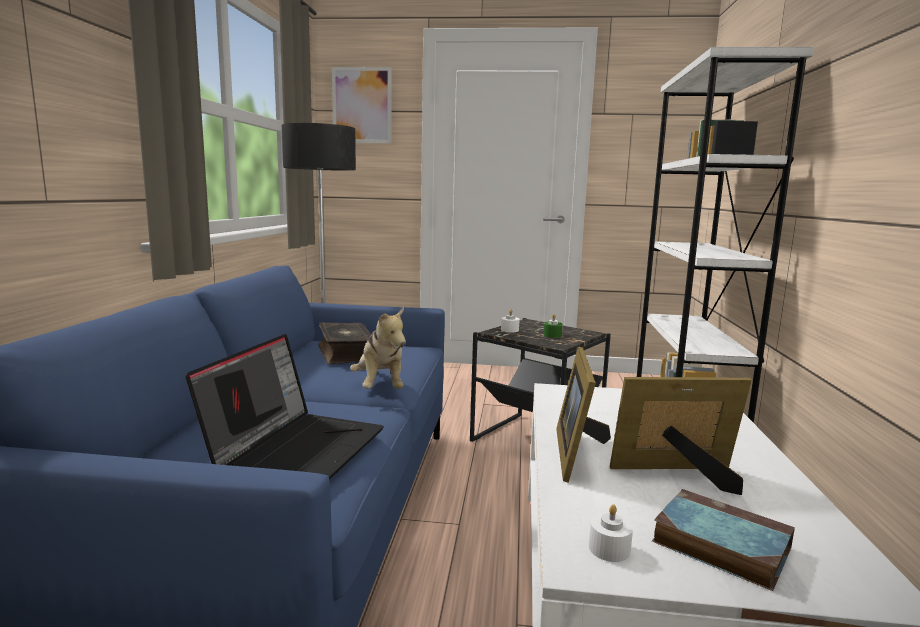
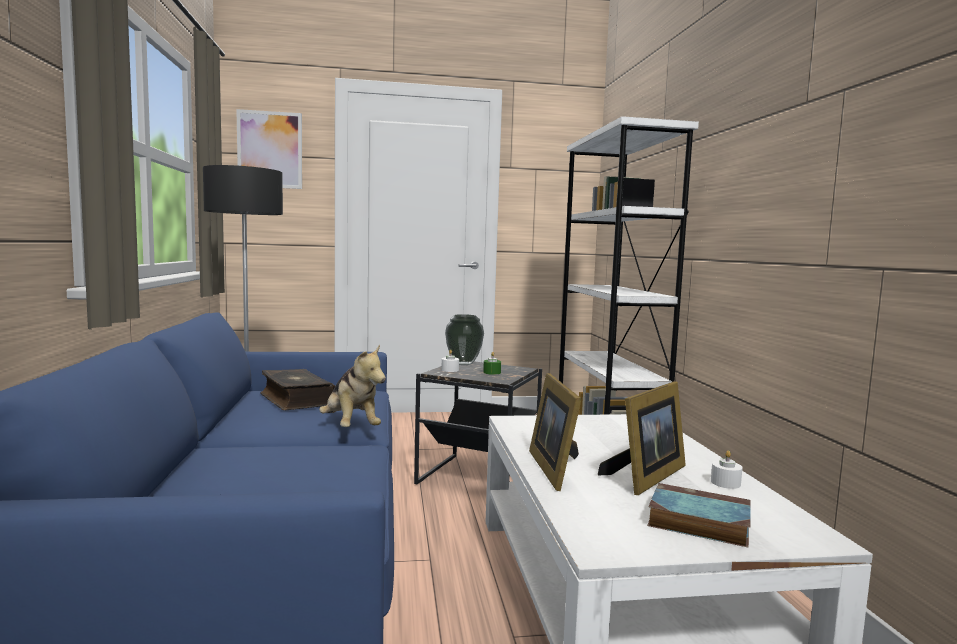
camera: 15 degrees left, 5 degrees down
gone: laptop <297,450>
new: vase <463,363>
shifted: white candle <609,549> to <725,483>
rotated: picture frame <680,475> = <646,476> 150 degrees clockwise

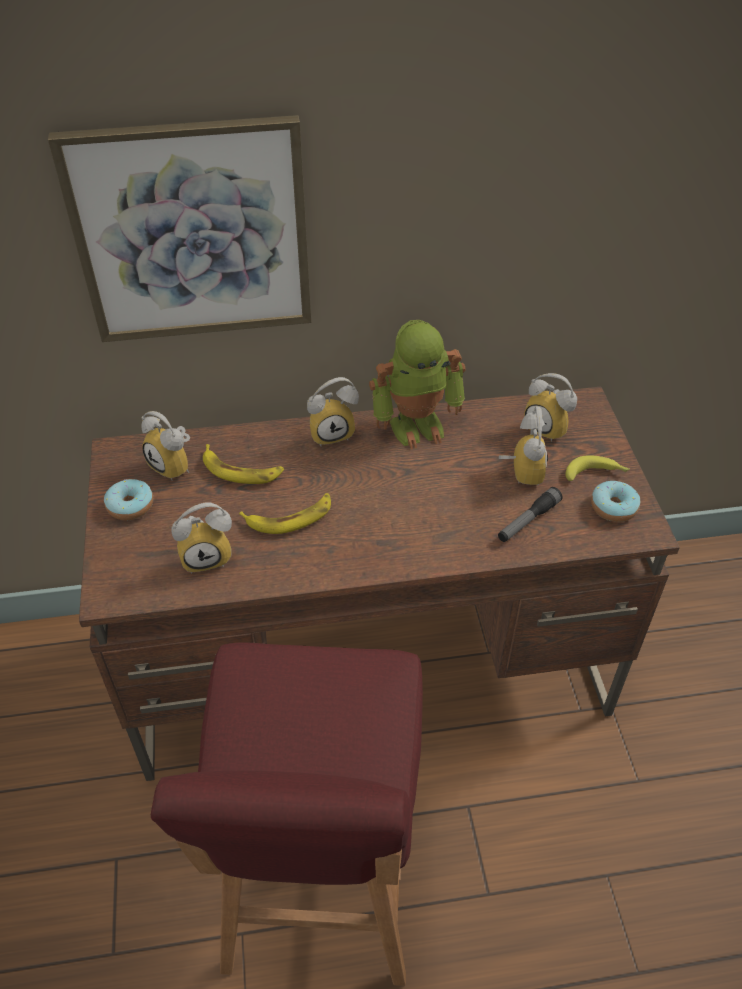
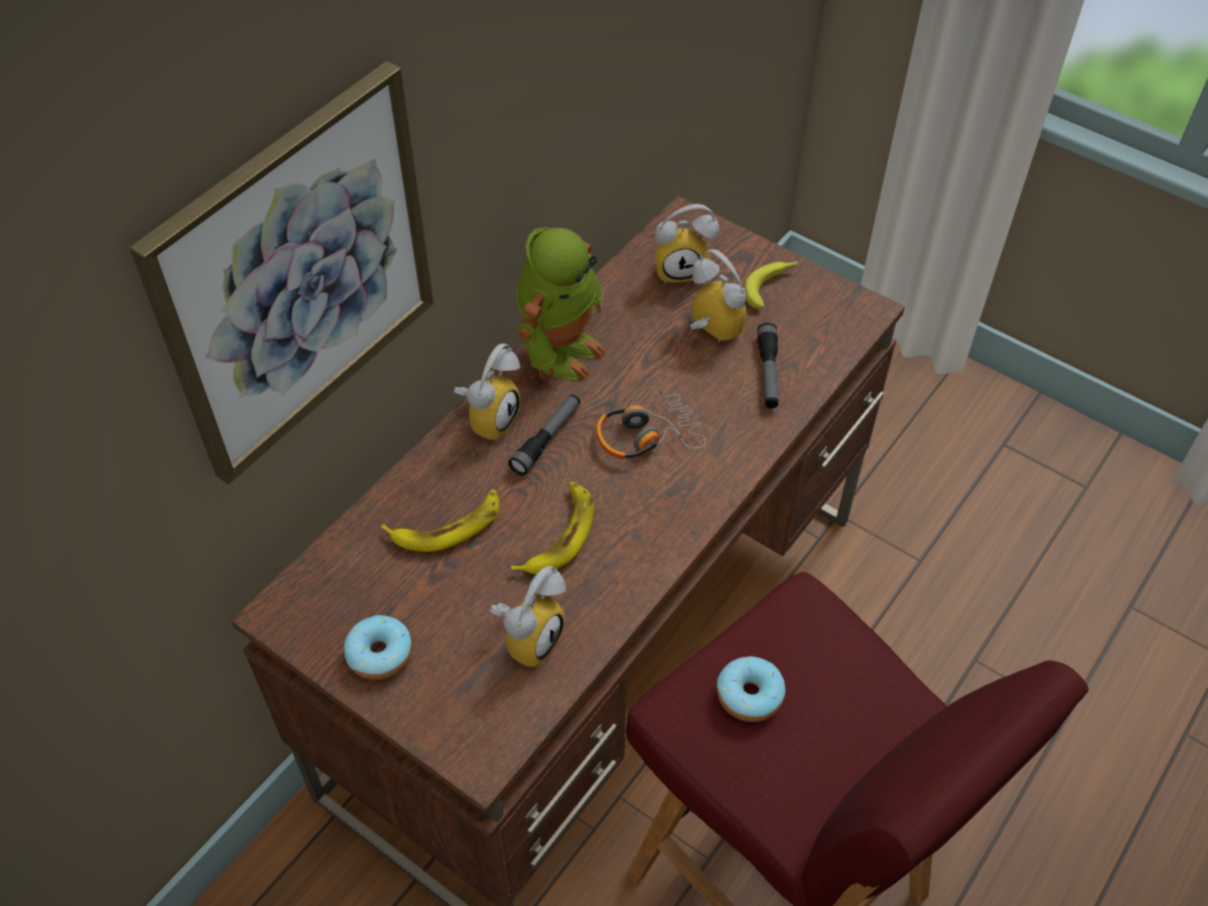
camera: 45 degrees left, 5 degrees up
gone: alarm clock <175,465>
new: flashlight <547,439>; headphones <647,435>
shifted: donut <613,507> to <749,695>

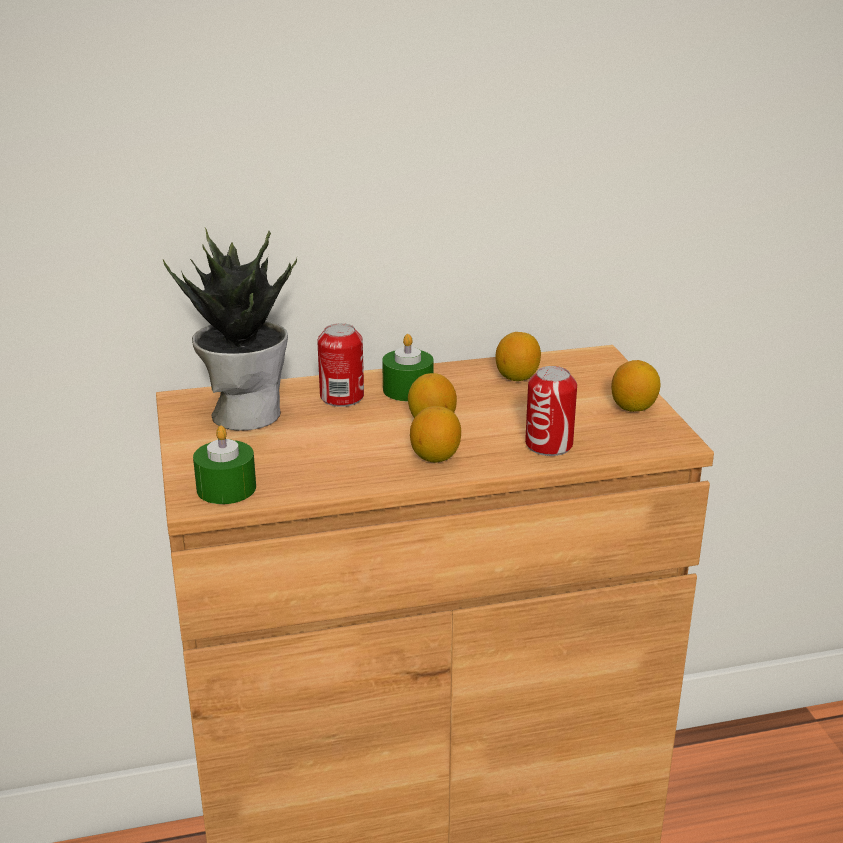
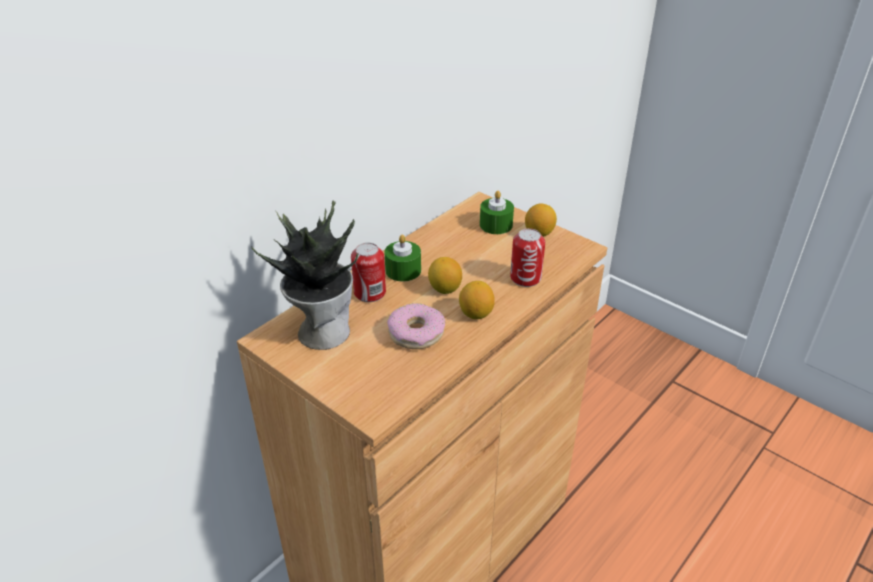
camera: 35 degrees left, 10 degrees up
gone: lemon <517,377>
new: donut <416,333>
shifted: green candle <226,488> to <496,225>

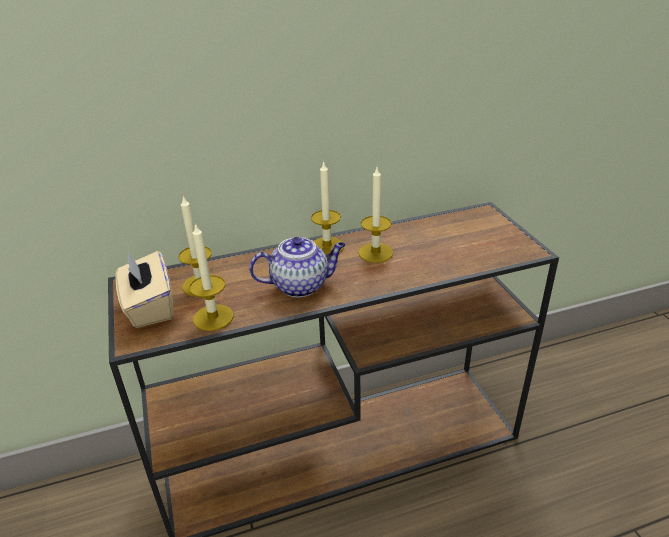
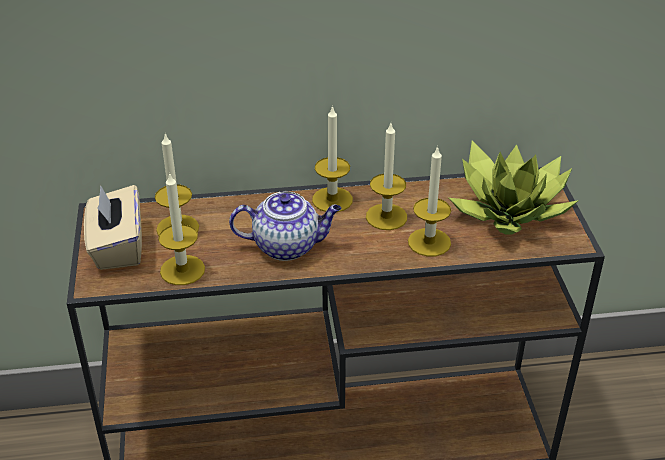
camera: 10 degrees right, 5 degrees up
new: candle <429,242>; potted plant <509,209>

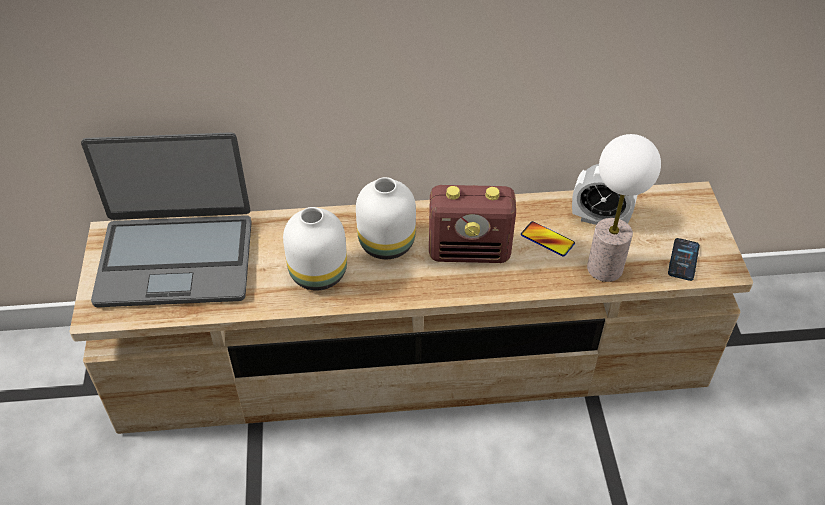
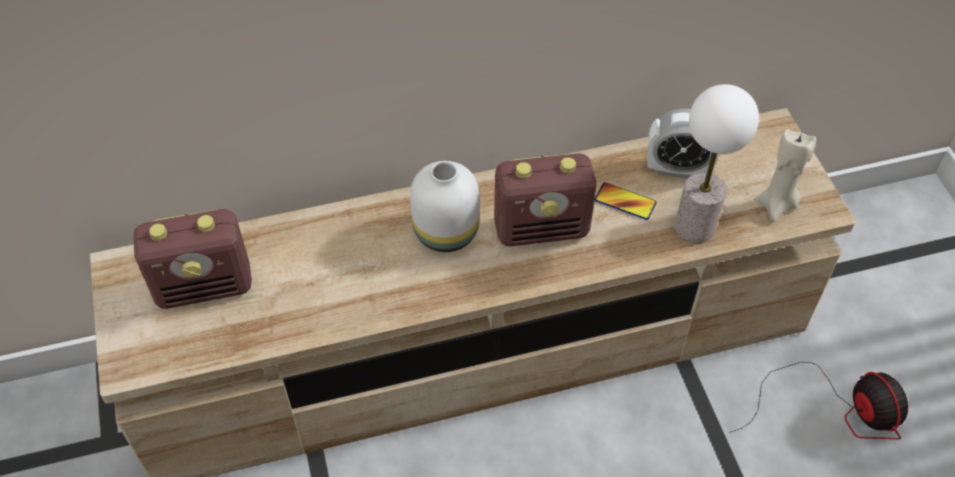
camera: 10 degrees left, 5 degrees up
gone: white vase <317,275>
new: fan <836,410>
swapped: laptop <176,259> to radio <205,286>; phone <683,260> to beige candle <777,205>

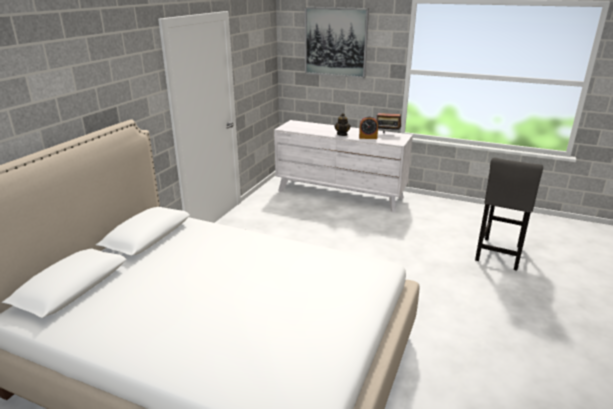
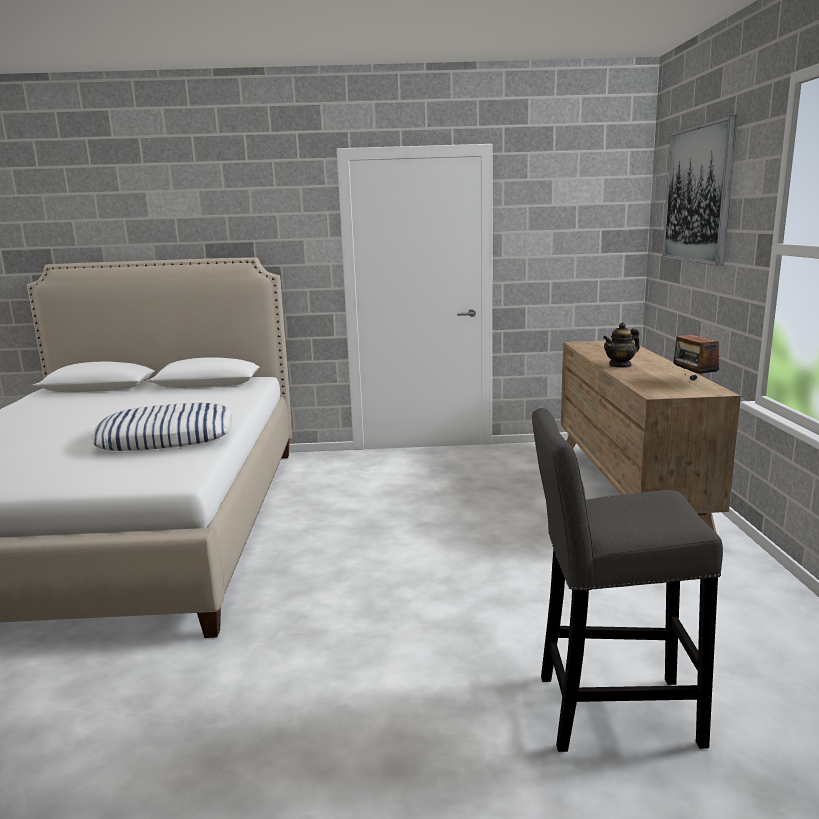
camera: 65 degrees right, 10 degrees down
gone: alarm clock <368,137>
new: pillow <167,437>
repainted: white dresser <340,194> to brown dresser <628,492>

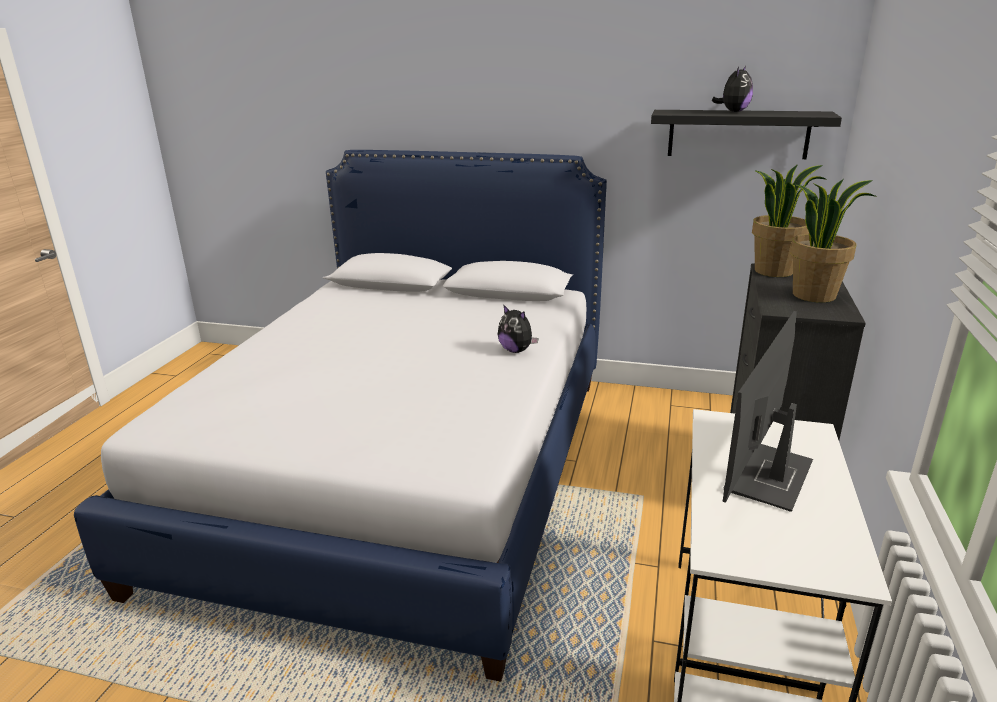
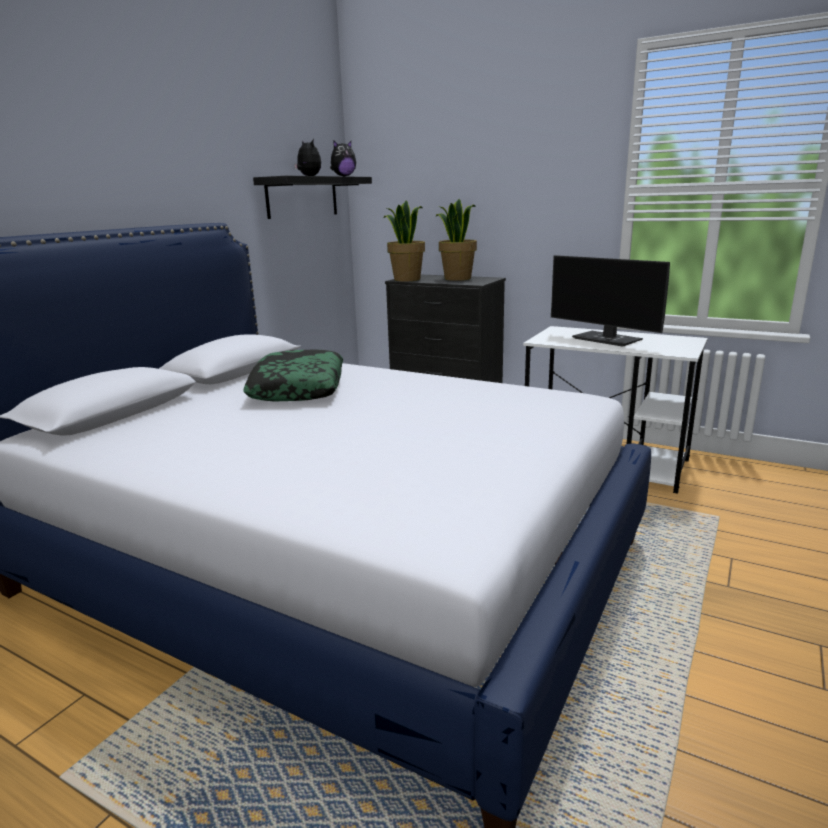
camera: 75 degrees left, 5 degrees down
new: pillow <298,388>
shifted: plush toy <516,350> to <343,176>

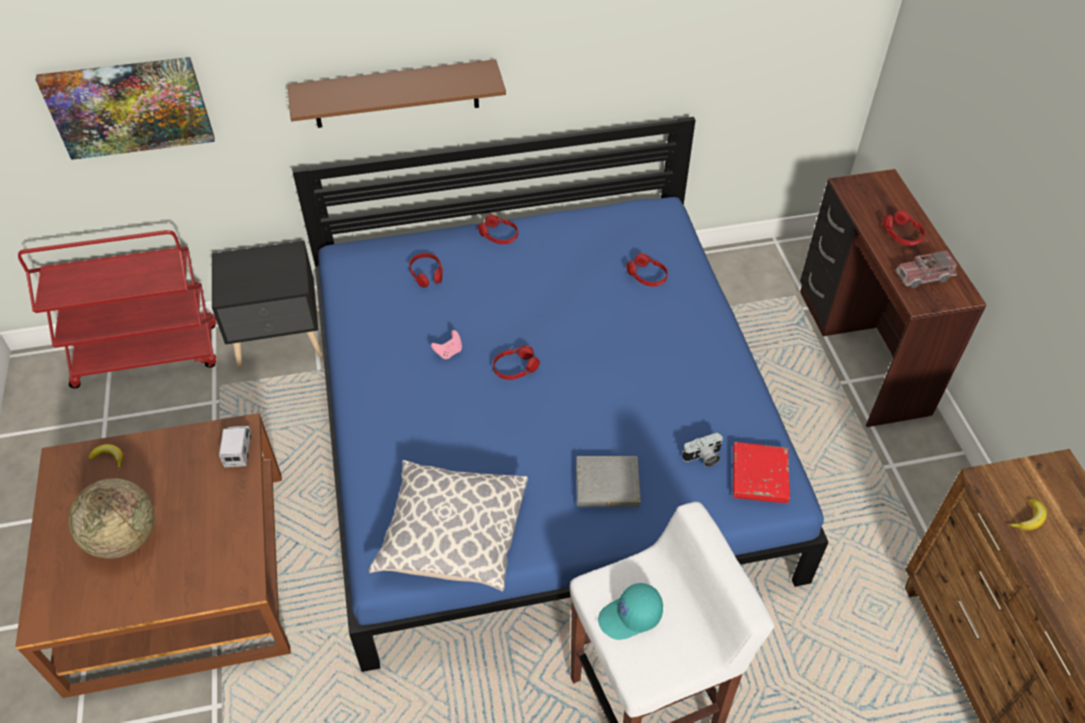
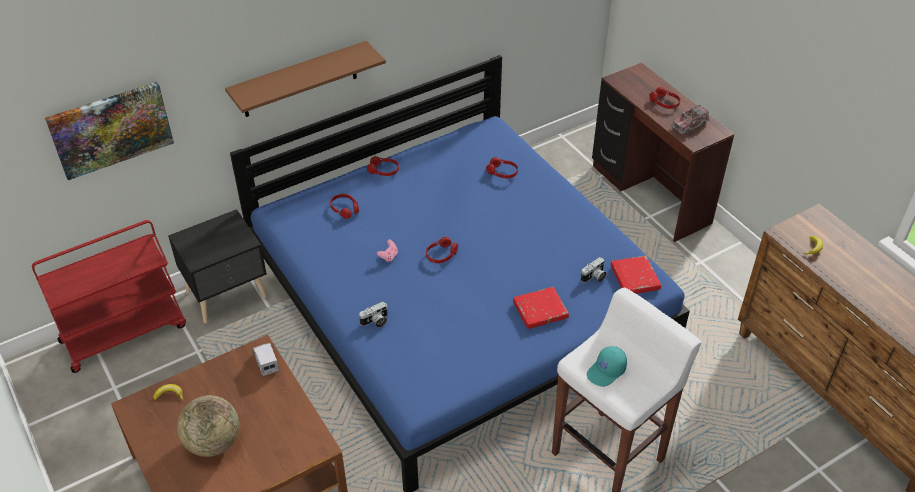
camera: 20 degrees left, 5 degrees down
gone: pillow <452,537>
new: photo camera <375,321>
repainted: grey book <607,484> to red book <540,310>

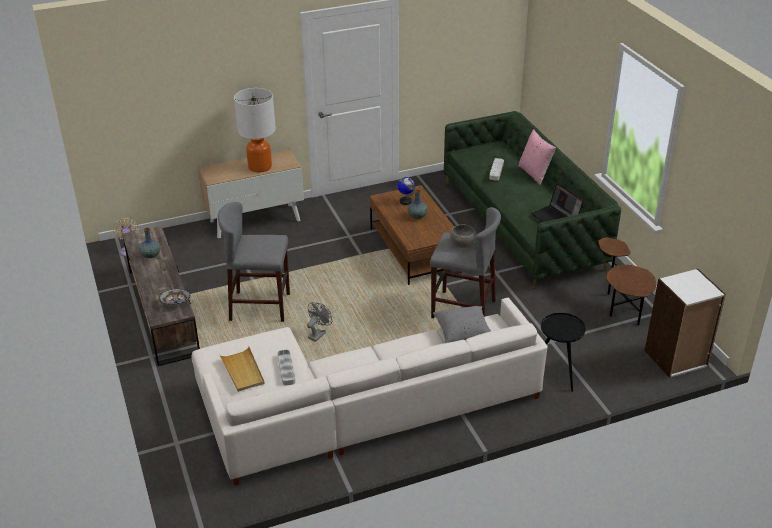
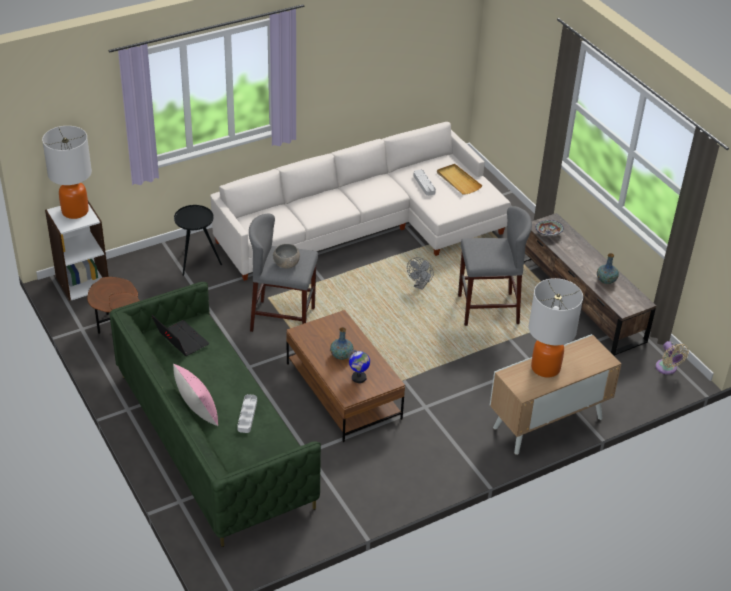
camera: 170 degrees right, 5 degrees up
gone: grey pillow <463,334>
new: table lamp <75,211>

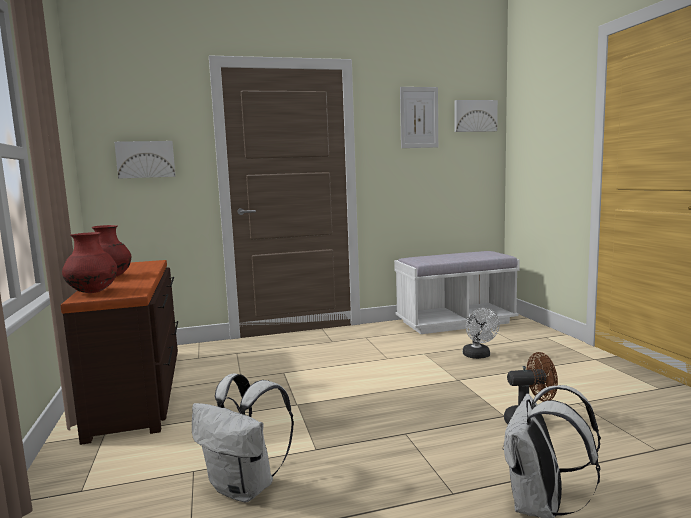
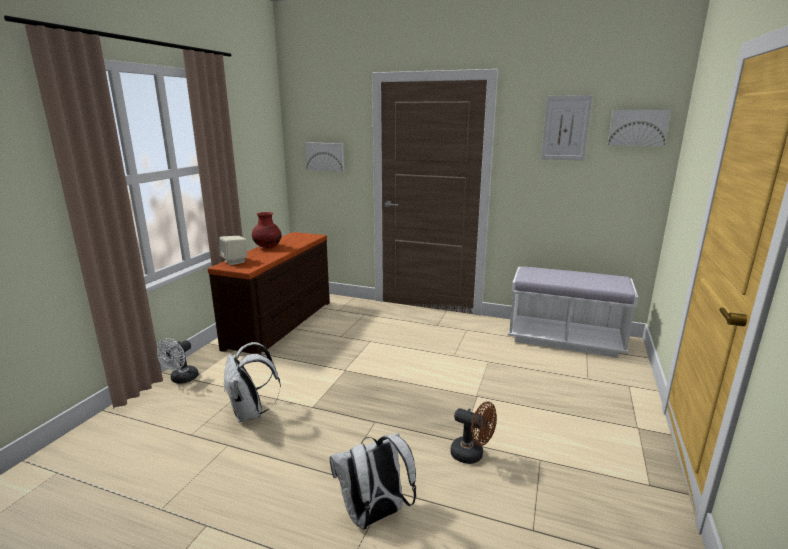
camera: 35 degrees right, 10 degrees up
shifted: white fan <478,356> to <181,379>
swapped: red vase <93,292> to beige speaker <235,261>

